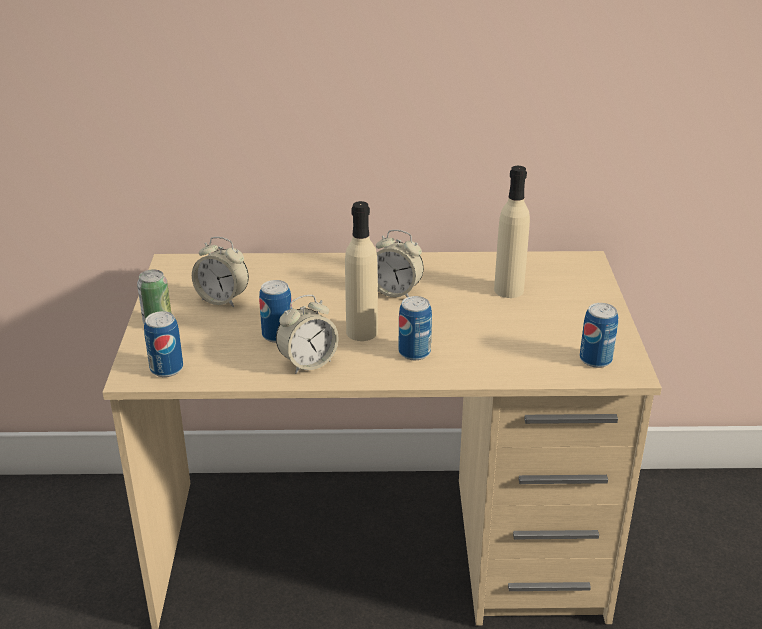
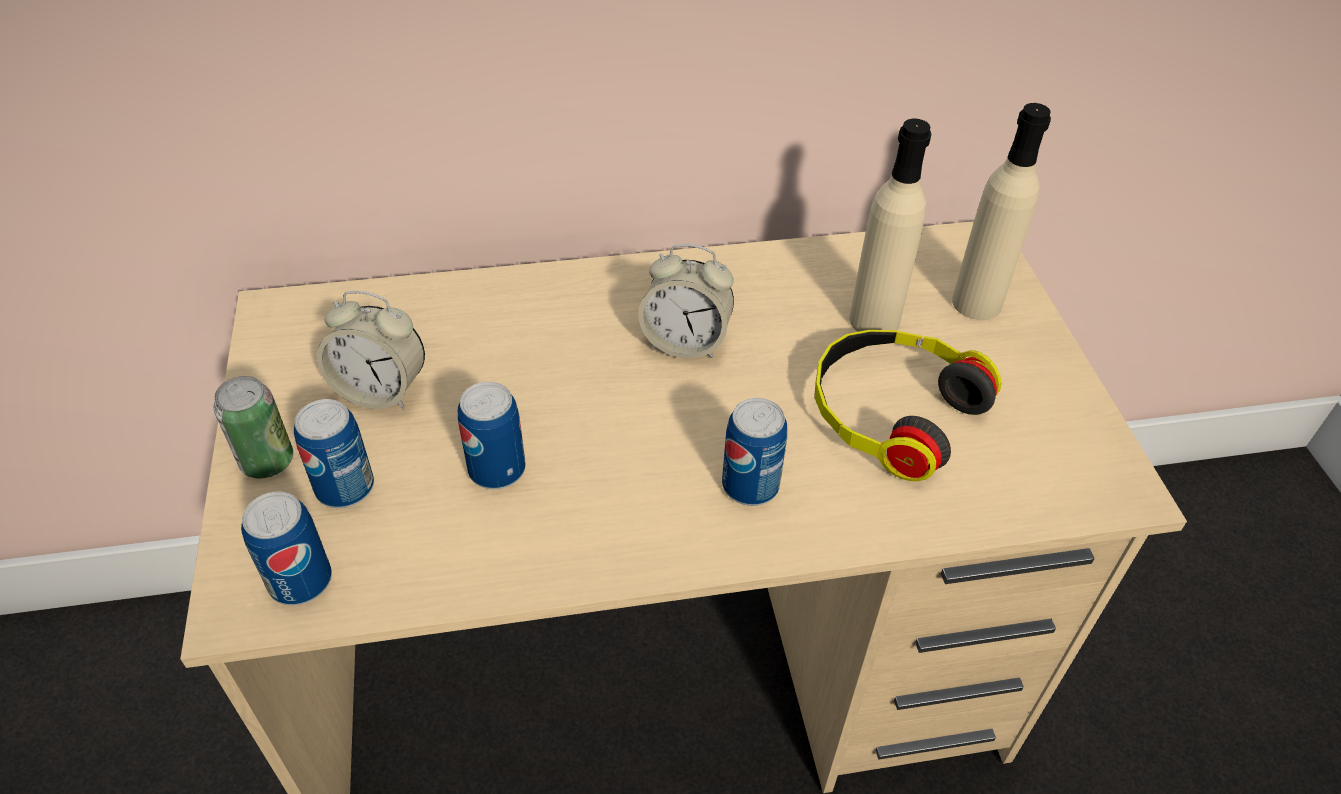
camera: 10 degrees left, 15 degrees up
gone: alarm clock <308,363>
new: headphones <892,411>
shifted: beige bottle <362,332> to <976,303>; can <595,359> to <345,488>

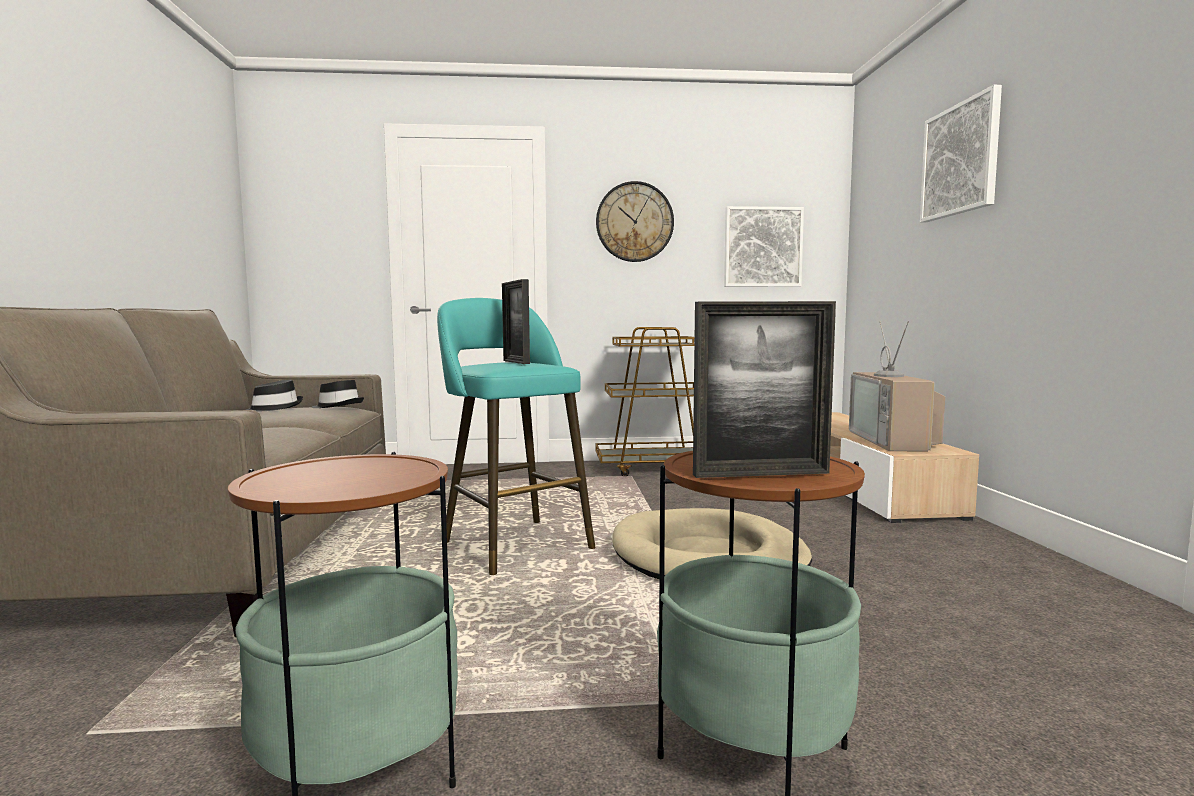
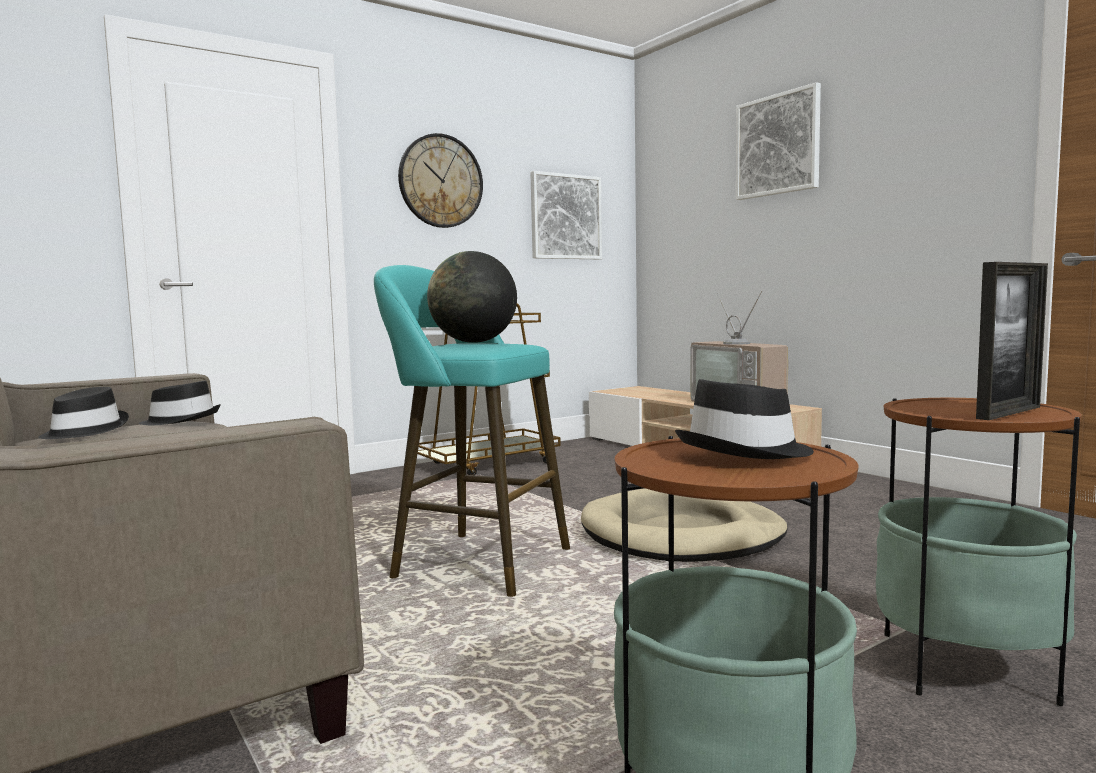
camera: 30 degrees left, 0 degrees up
new: black hat <746,451>
swapped: picture frame <516,362> to globe <474,342>

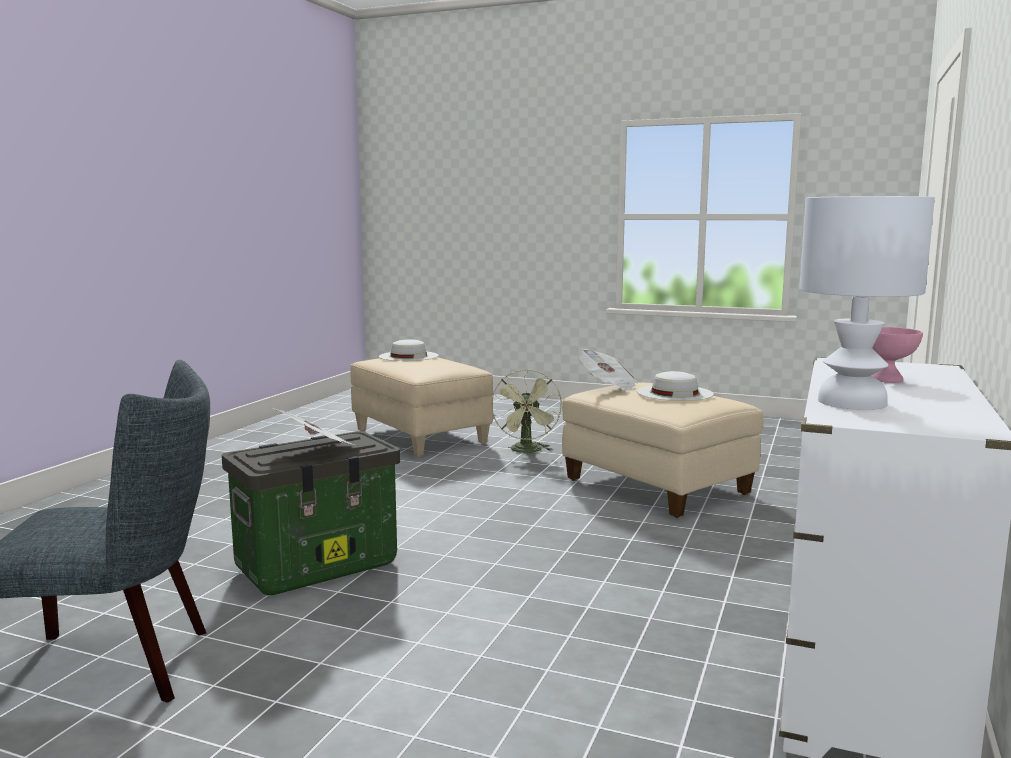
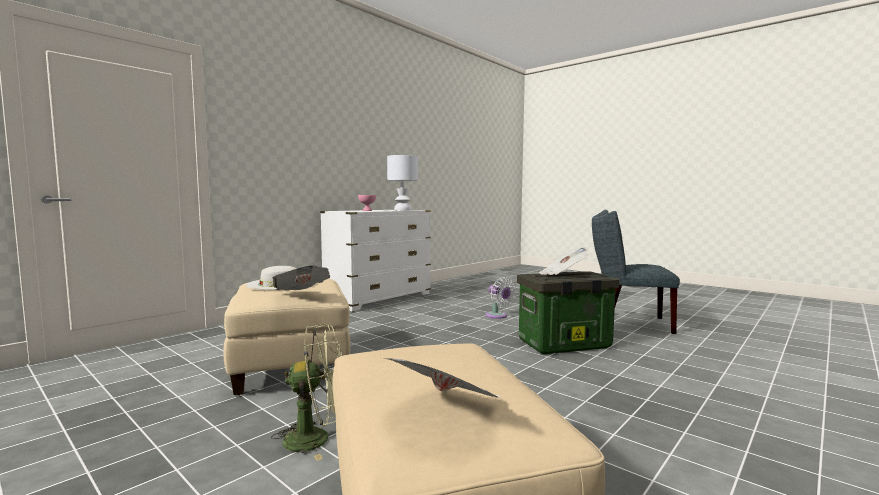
camera: 160 degrees left, 5 degrees down
new: white fan <498,316>
swapped: white hat <408,356> to newspaper <447,412>
rotated: green fan <527,451> = <317,438> 60 degrees clockwise

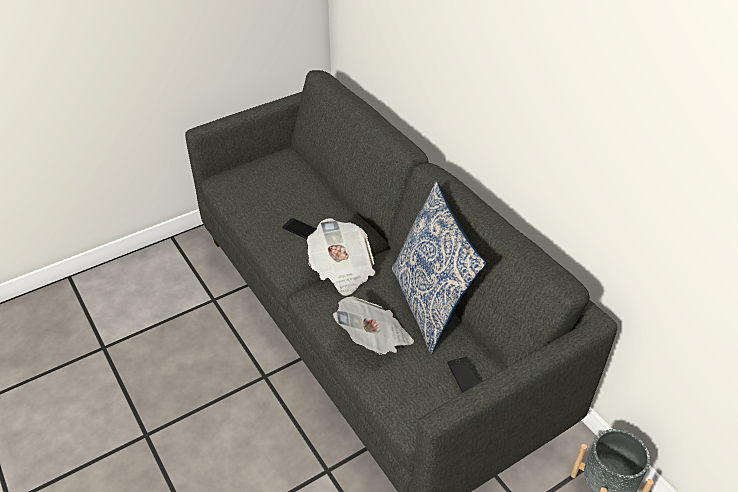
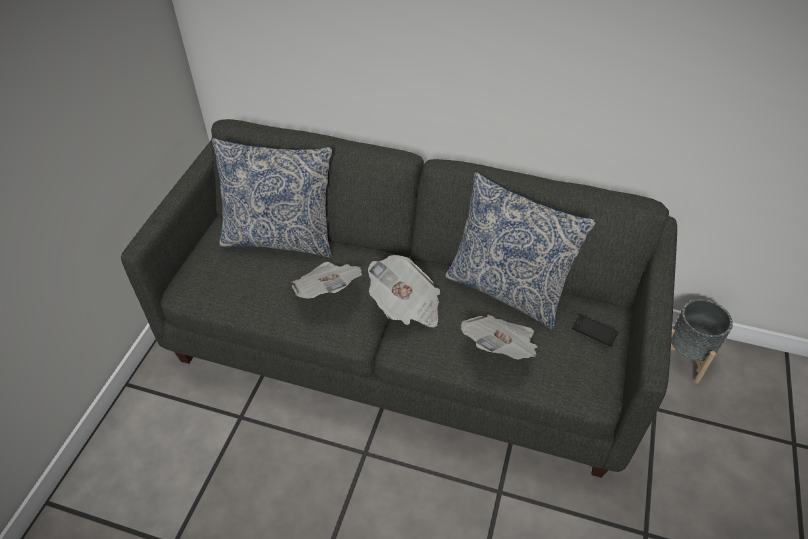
camera: 40 degrees left, 5 degrees up
new: pillow <281,238>
swapped: phone <300,229> to newspaper <327,291>

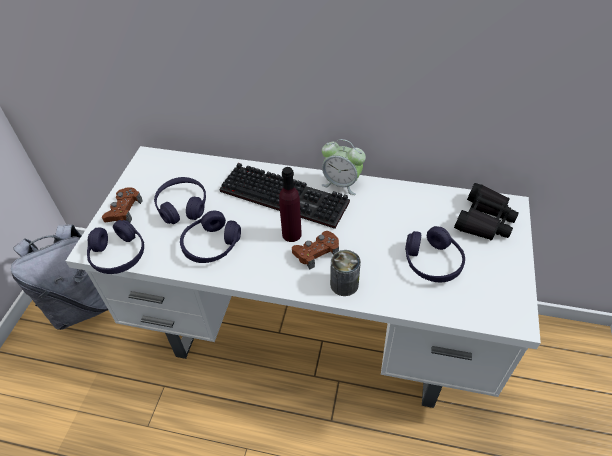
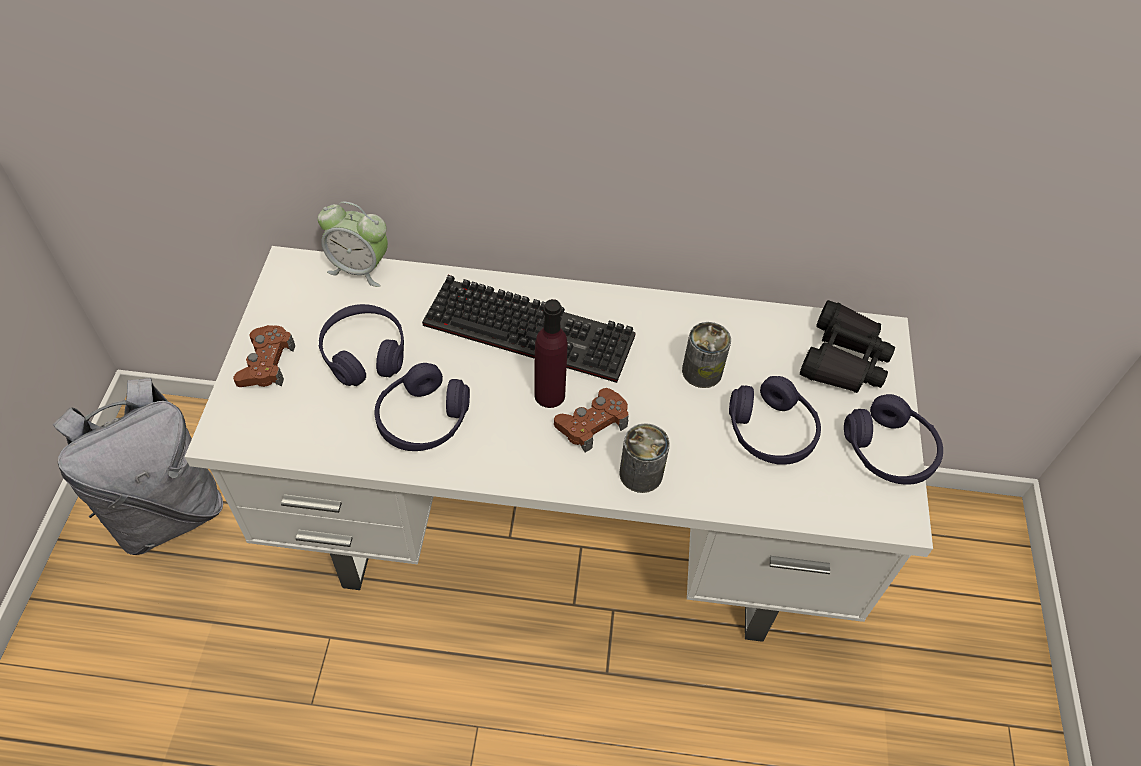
camera: 10 degrees left, 5 degrees up
new: can <702,371>
shifted: purple headphones <119,255> to <889,451>; alarm clock <341,183> to <359,268>

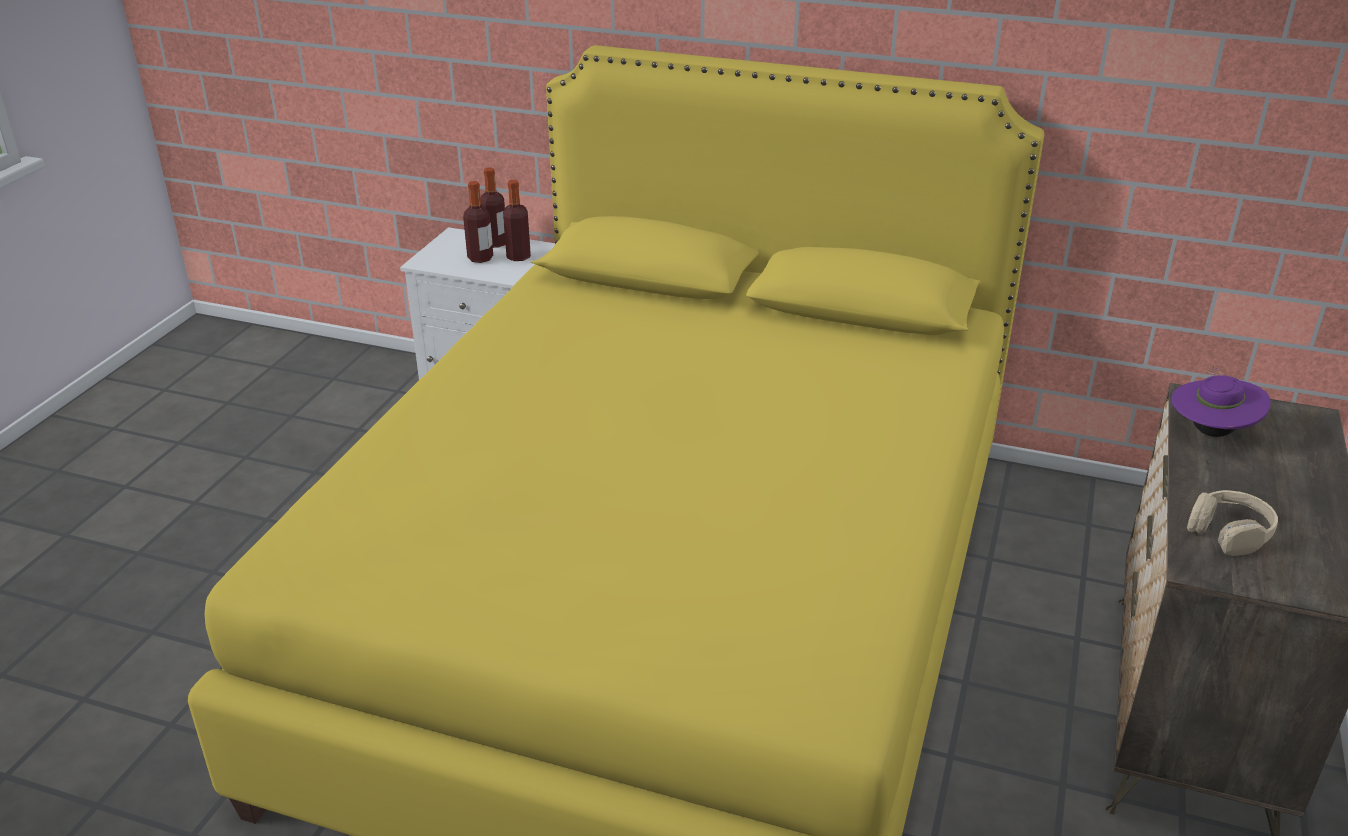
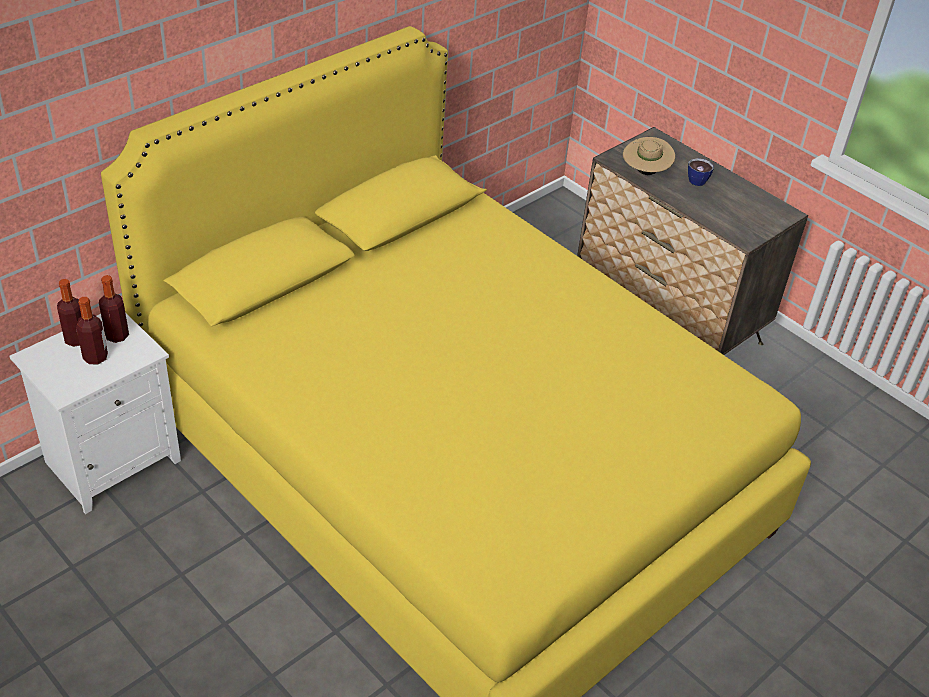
camera: 65 degrees left, 10 degrees up
gone: beige headphones <1229,532>
new: cup <699,179>
repainted: purple hat <1211,431> to beige hat <645,172>

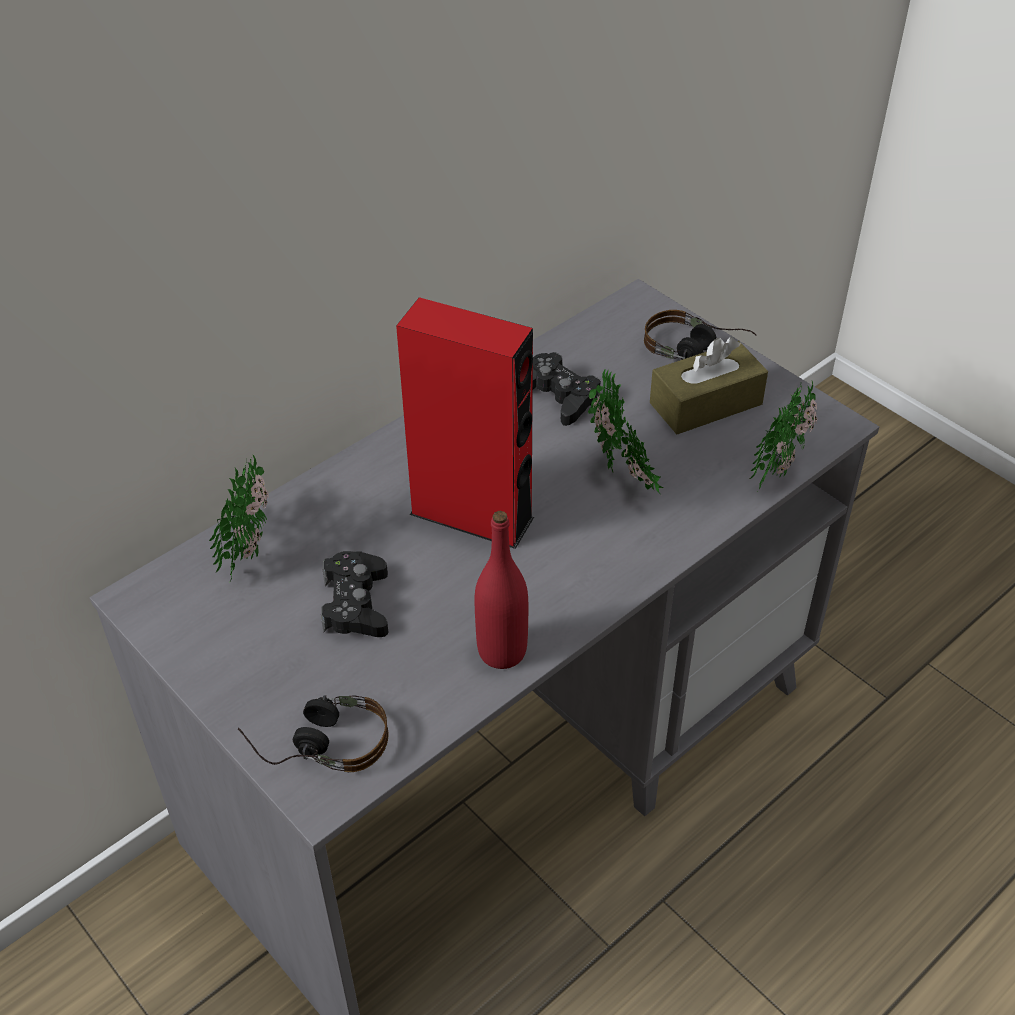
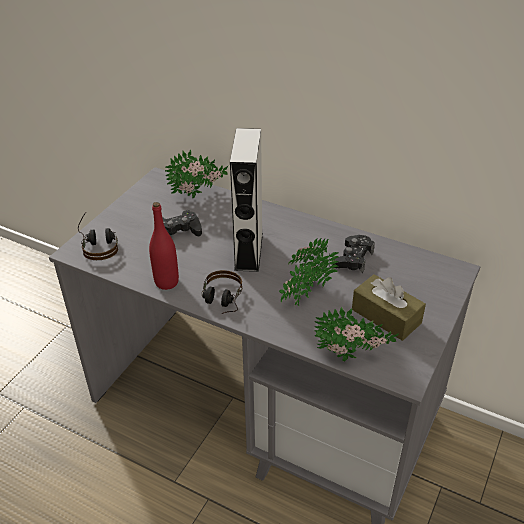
camera: 70 degrees right, 5 degrees down
shifted: headphones <696,351> to <221,302>
repainted: red speaker <471,516> to grey speaker <248,251>

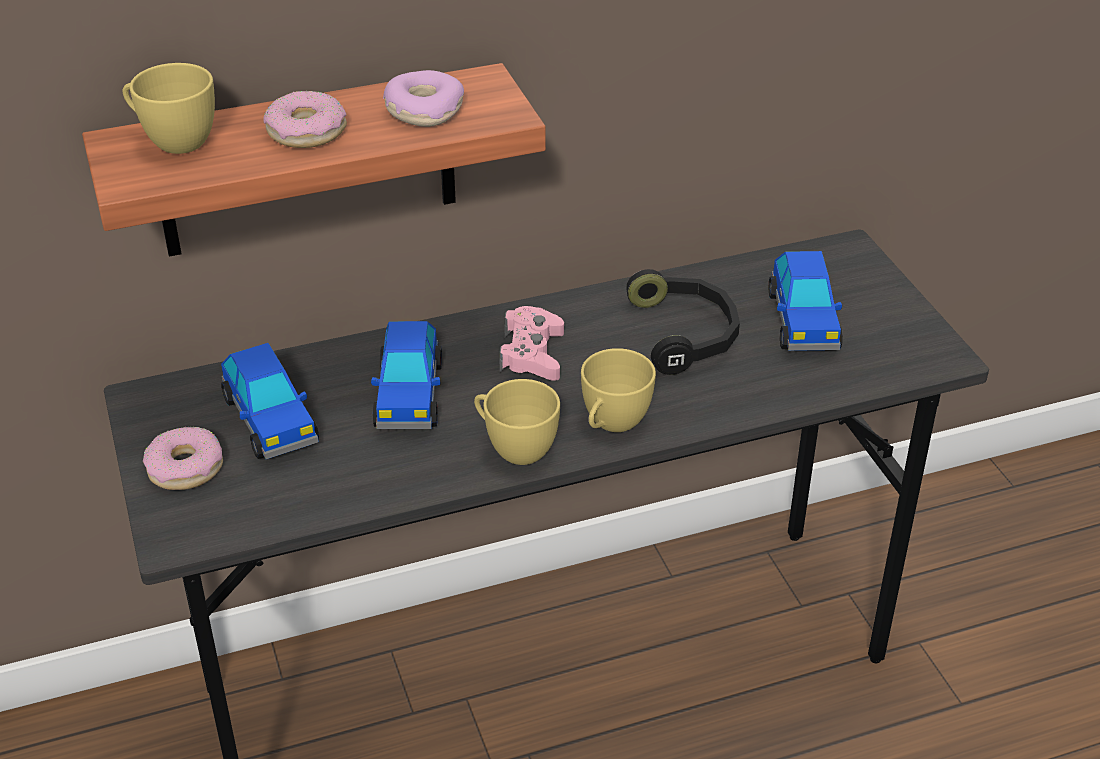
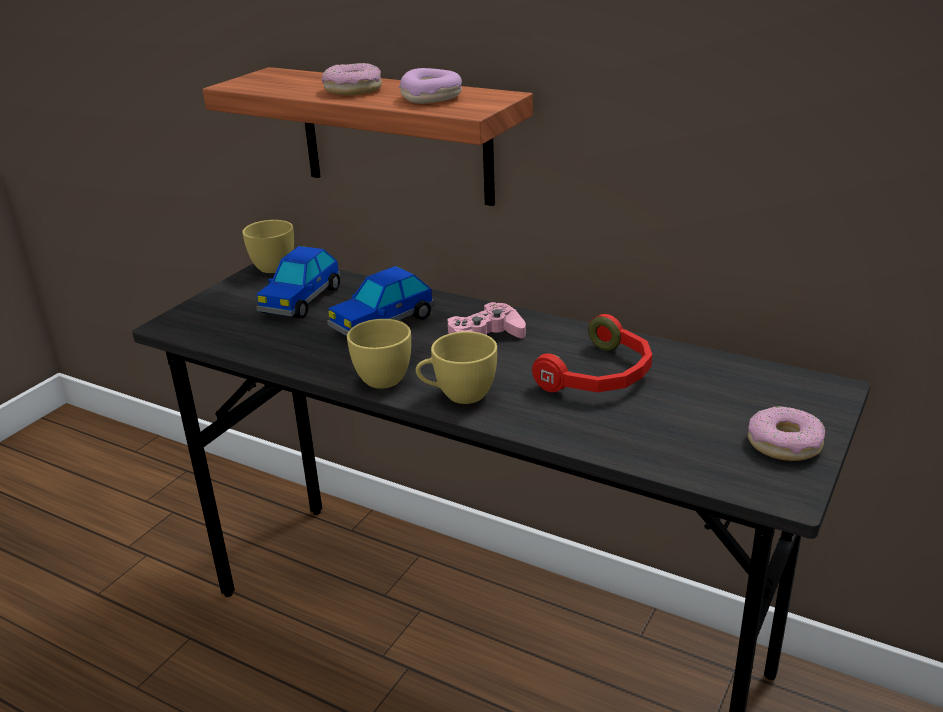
camera: 50 degrees right, 10 degrees down
gone: toy car <803,321>
shifted: yellow cup <173,140> to <272,265>; donut <185,468> to <784,444>
repainted: black headphones <686,334> to red headphones <600,376>

